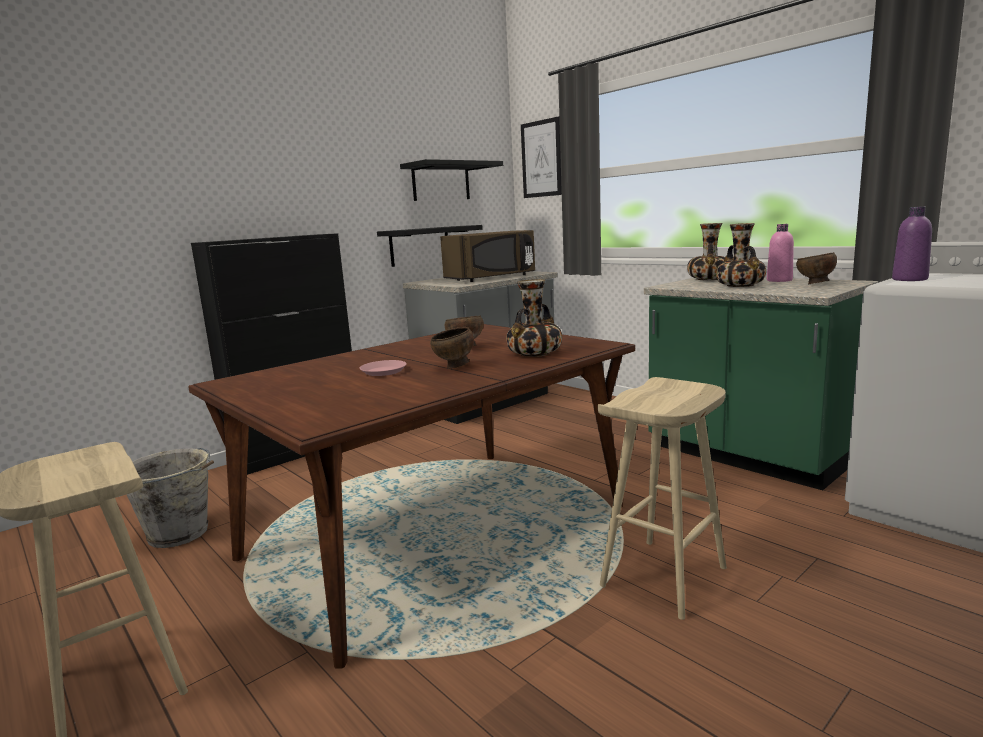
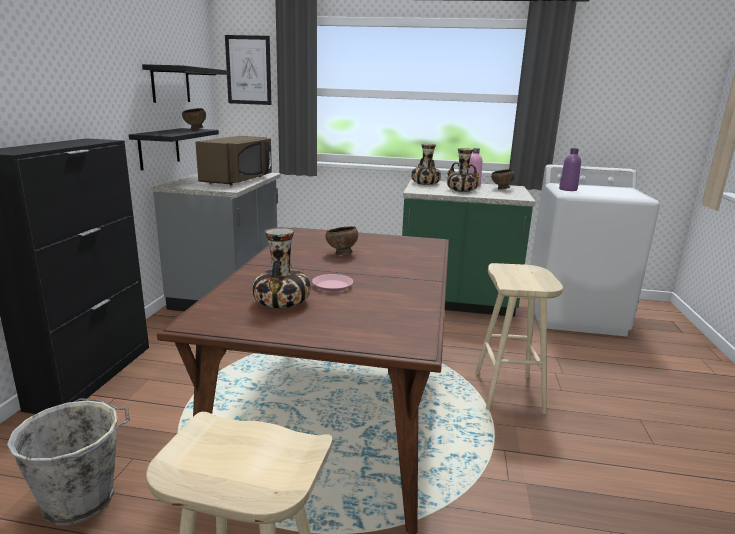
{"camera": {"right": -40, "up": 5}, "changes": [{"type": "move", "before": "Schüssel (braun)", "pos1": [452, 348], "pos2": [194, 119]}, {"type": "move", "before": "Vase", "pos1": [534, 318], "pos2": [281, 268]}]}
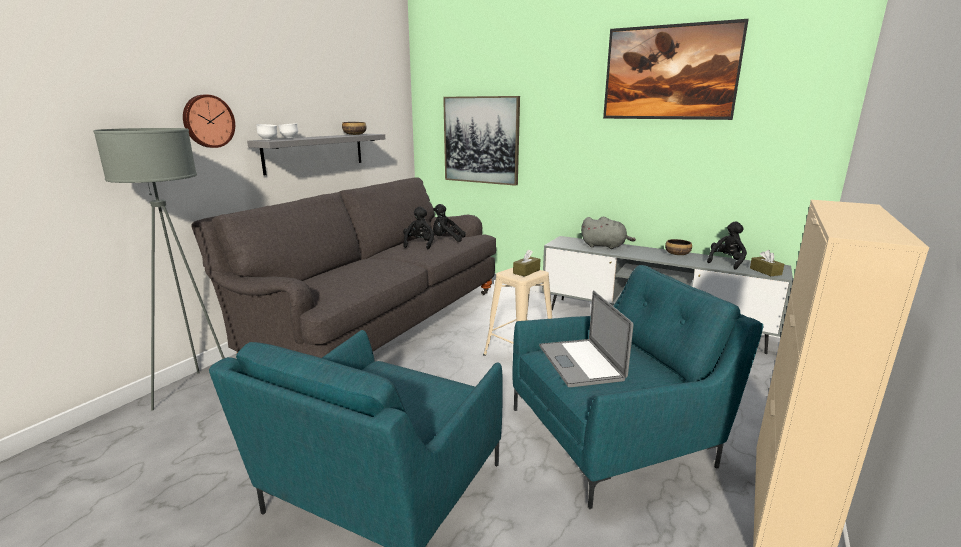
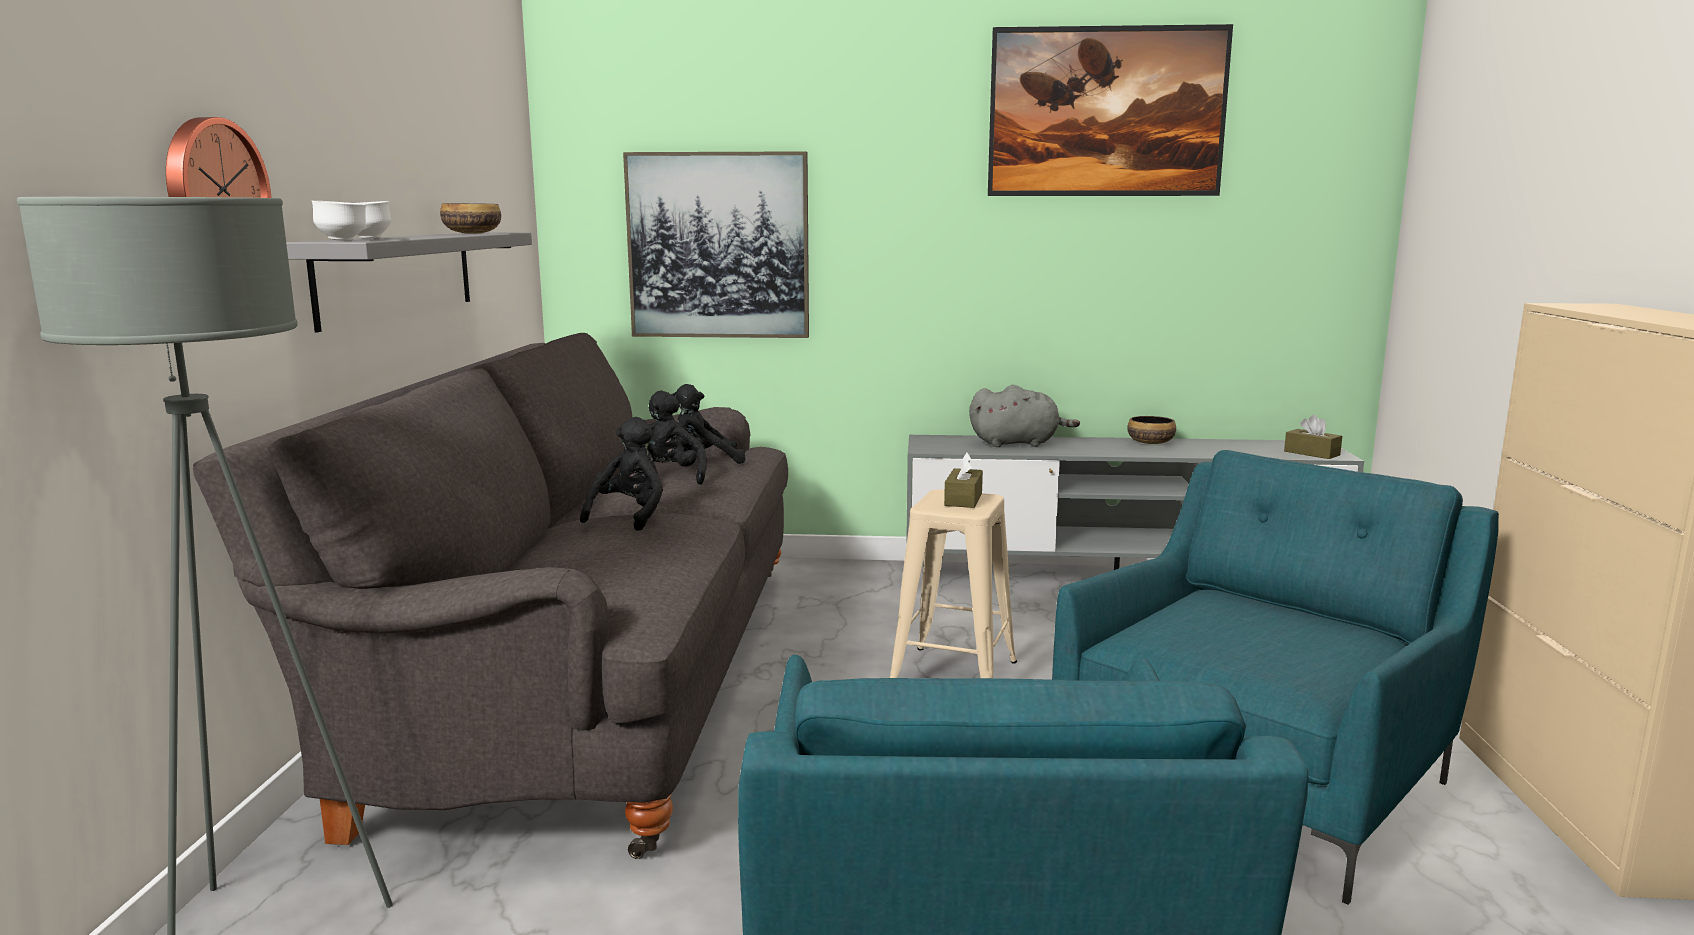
{"camera": {"right": -25, "up": -5}, "changes": [{"type": "move", "before": "Plüschtier (schwarz)", "pos1": [727, 245], "pos2": [621, 474]}, {"type": "delete", "before": "Laptop", "pos1": [586, 338]}]}
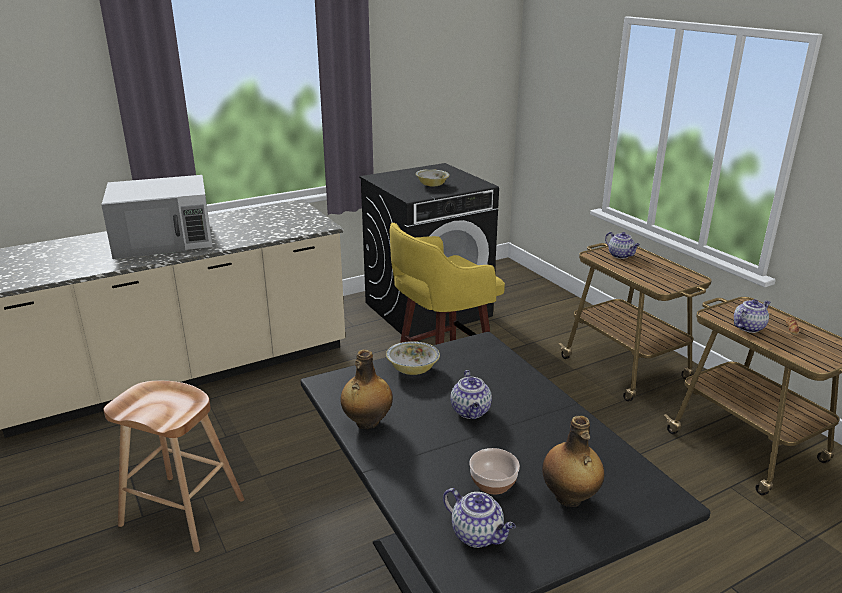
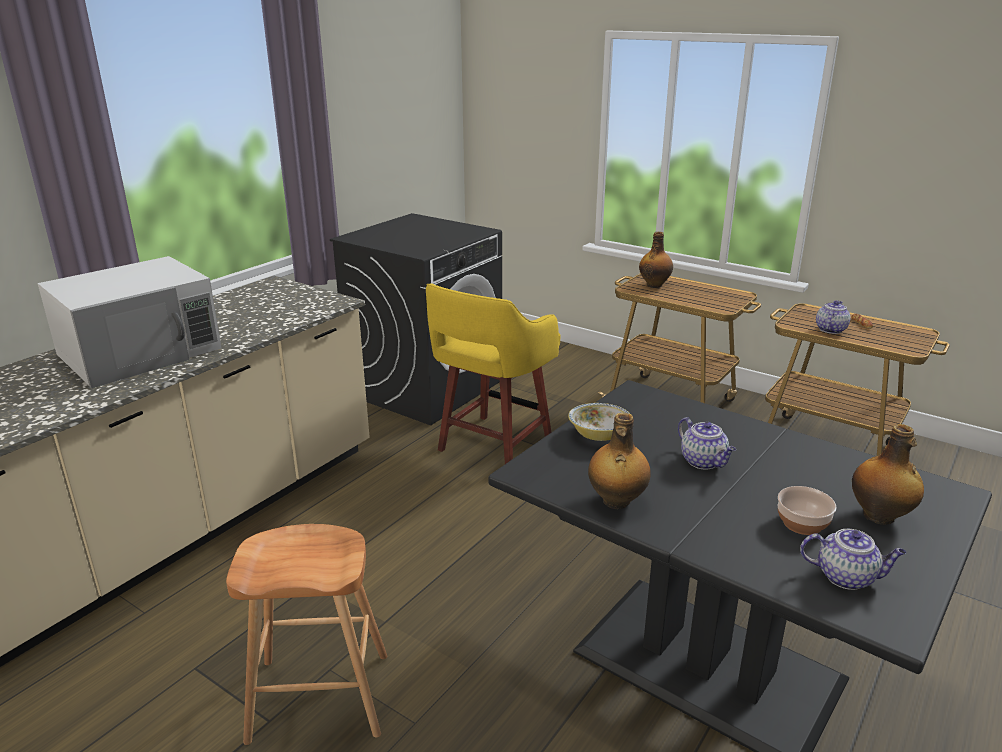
{"camera": {"right": -25, "up": 0}, "changes": [{"type": "replace", "before": "Teekanne", "after": "Flasche", "pos1": [622, 245], "pos2": [656, 260]}, {"type": "delete", "before": "Schüssel", "pos1": [432, 177]}]}
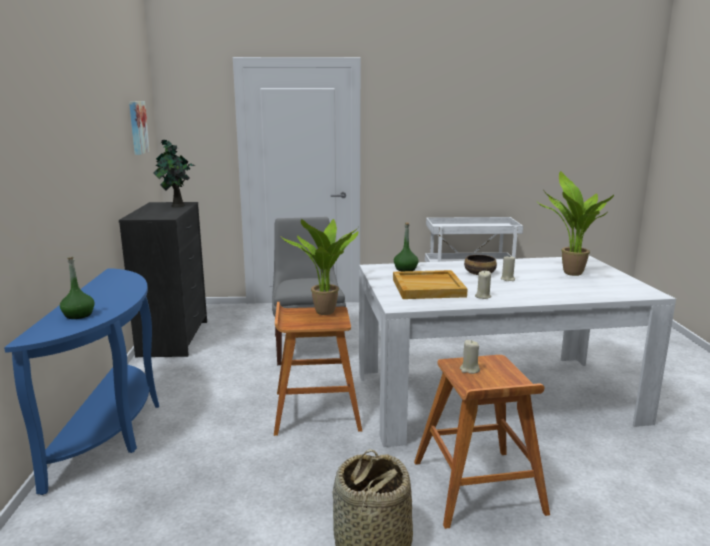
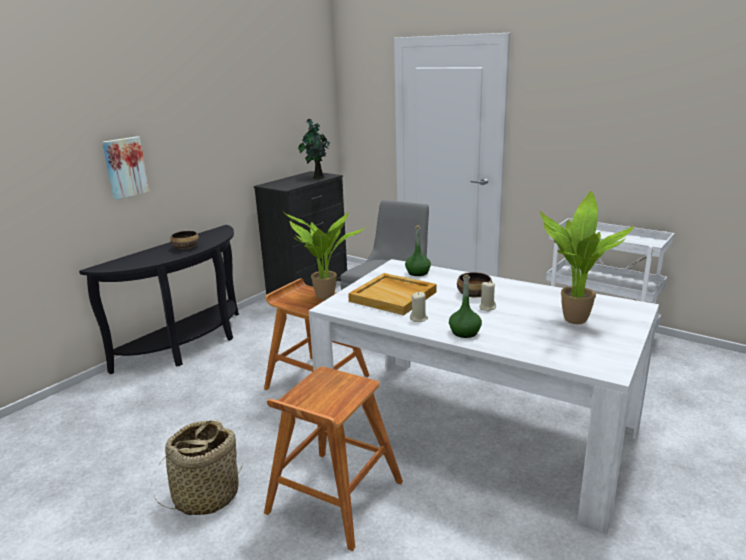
{"camera": {"right": 40, "up": 5}, "changes": [{"type": "recolor", "before": "Konsolentisch (blau)", "after": "Konsolentisch (schwarz)", "pos1": [81, 381], "pos2": [159, 299]}, {"type": "move", "before": "Bild", "pos1": [139, 128], "pos2": [126, 168]}, {"type": "insert", "after": "Schüssel", "pos2": [184, 240]}, {"type": "move", "before": "Flasche (grün)", "pos1": [77, 288], "pos2": [465, 306]}, {"type": "delete", "before": "Kerze (beige)", "pos1": [470, 357]}]}
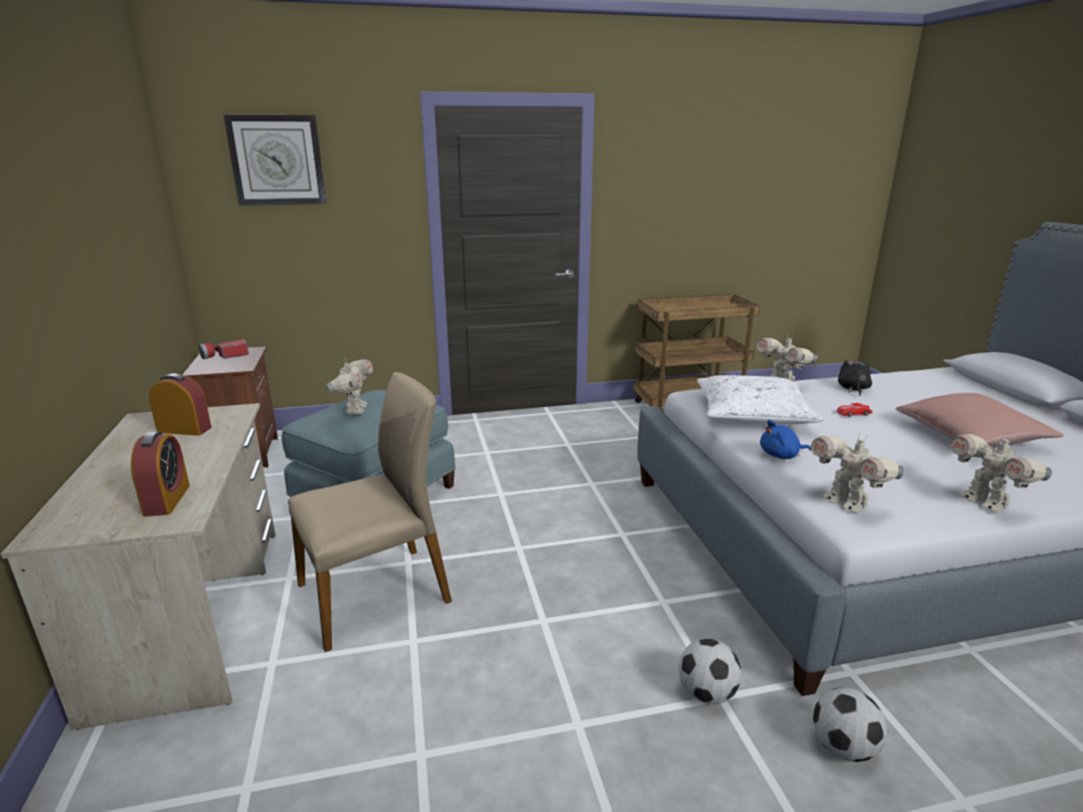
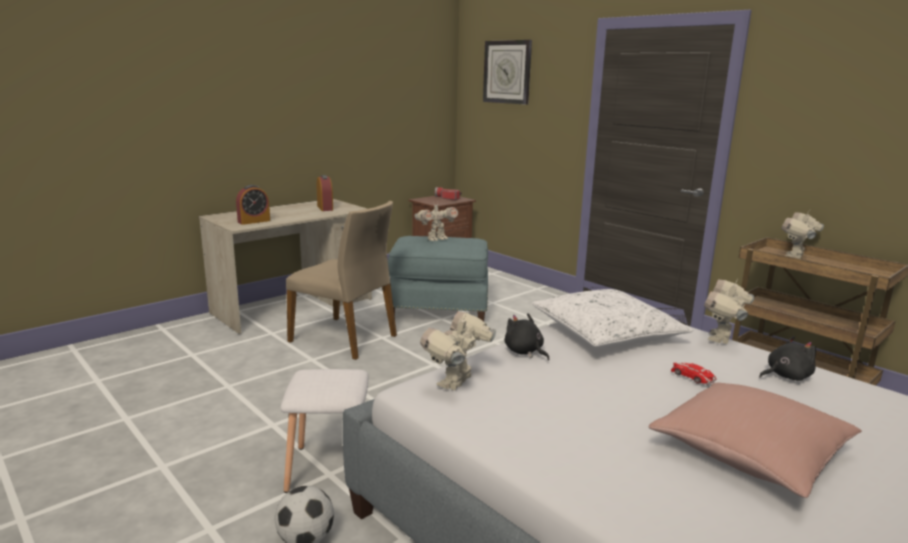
{"camera": {"right": 60, "up": -5}, "changes": [{"type": "replace", "before": "Fußball", "after": "Hocker (weiß)", "pos1": [710, 671], "pos2": [324, 431]}, {"type": "recolor", "before": "Plüschtier (blau)", "after": "Plüschtier (schwarz)", "pos1": [785, 439], "pos2": [526, 337]}, {"type": "move", "before": "Spielzeugroboter", "pos1": [1001, 471], "pos2": [803, 234]}]}
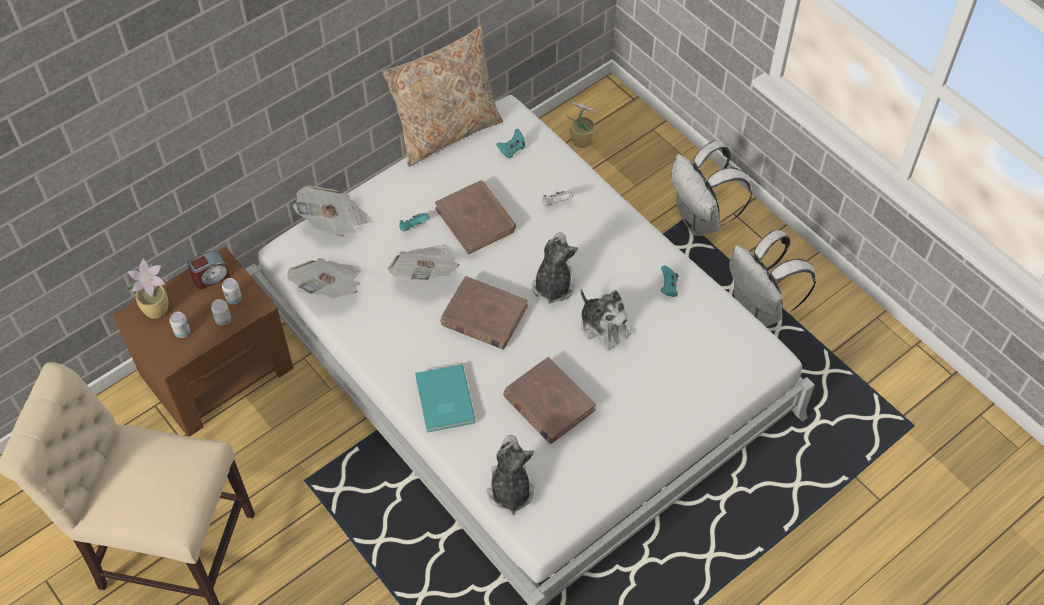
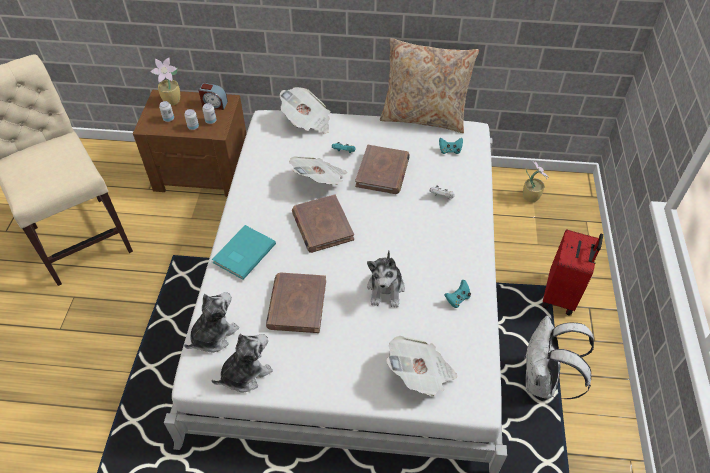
{"camera": {"right": 45, "up": -5}, "changes": [{"type": "move", "before": "Plüschtier", "pos1": [555, 268], "pos2": [242, 362]}, {"type": "move", "before": "Zeitung", "pos1": [324, 278], "pos2": [421, 366]}, {"type": "replace", "before": "Rucksack (weiß)", "after": "Koffer (rot)", "pos1": [712, 188], "pos2": [572, 272]}]}
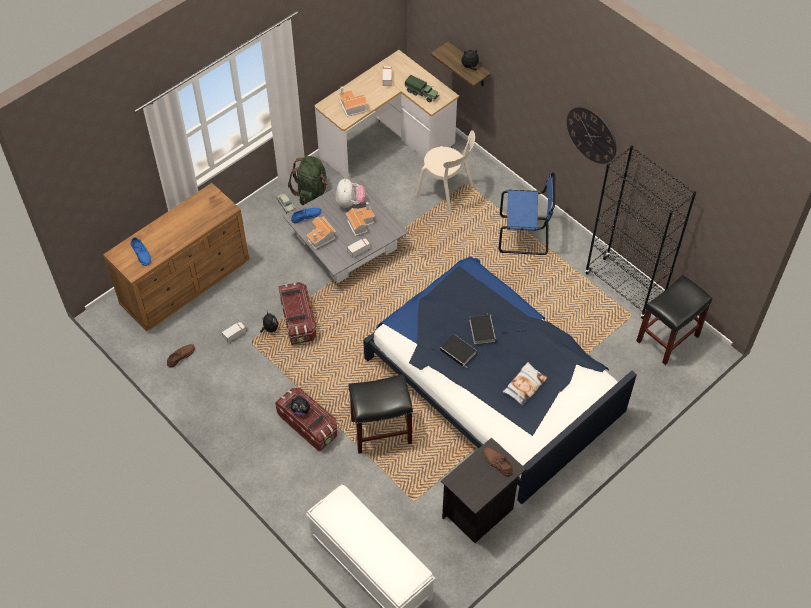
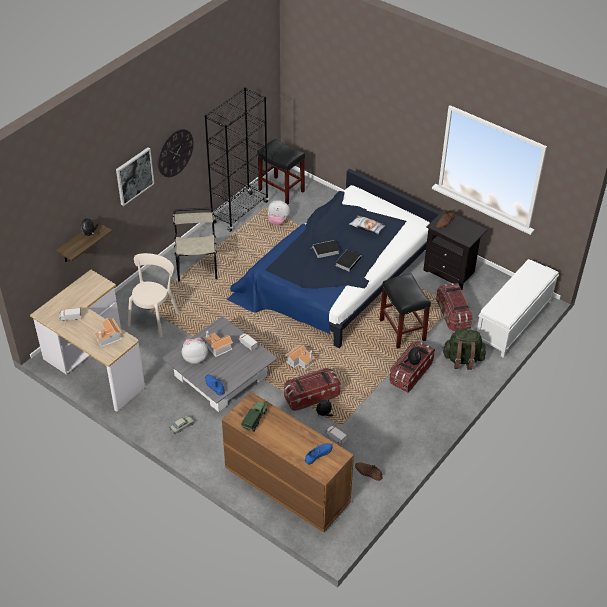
{"camera": {"right": -100, "up": -10}, "changes": [{"type": "insert", "after": "Bild", "pos2": [135, 177]}, {"type": "recolor", "before": "Stuhl (blau)", "after": "Stuhl (beige)", "pos1": [526, 213], "pos2": [195, 245]}, {"type": "move", "before": "Spielzeuglaster", "pos1": [422, 88], "pos2": [254, 417]}, {"type": "insert", "after": "Plüschtier", "pos2": [279, 213]}, {"type": "move", "before": "Spielzeughaus", "pos1": [321, 232], "pos2": [300, 357]}, {"type": "insert", "after": "Aufbewahrungsbox", "pos2": [454, 307]}, {"type": "move", "before": "Rucksack (grün)", "pos1": [308, 180], "pos2": [464, 349]}]}
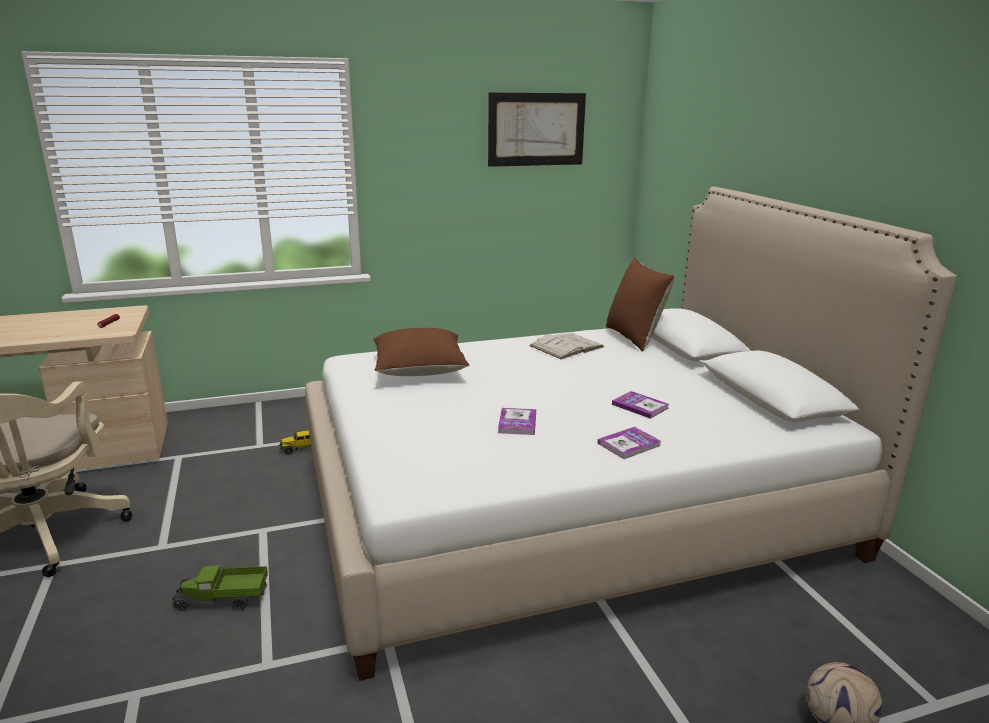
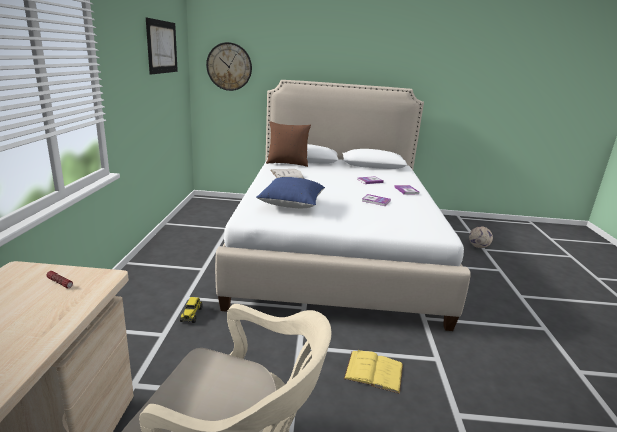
{"camera": {"right": -70, "up": 0}, "changes": [{"type": "insert", "after": "Wanduhr", "pos2": [229, 66]}, {"type": "recolor", "before": "Kissen (braun)", "after": "Kissen (blau)", "pos1": [421, 352], "pos2": [290, 192]}, {"type": "replace", "before": "Spielzeuglaster", "after": "Buch (gelb)", "pos1": [220, 588], "pos2": [373, 372]}]}
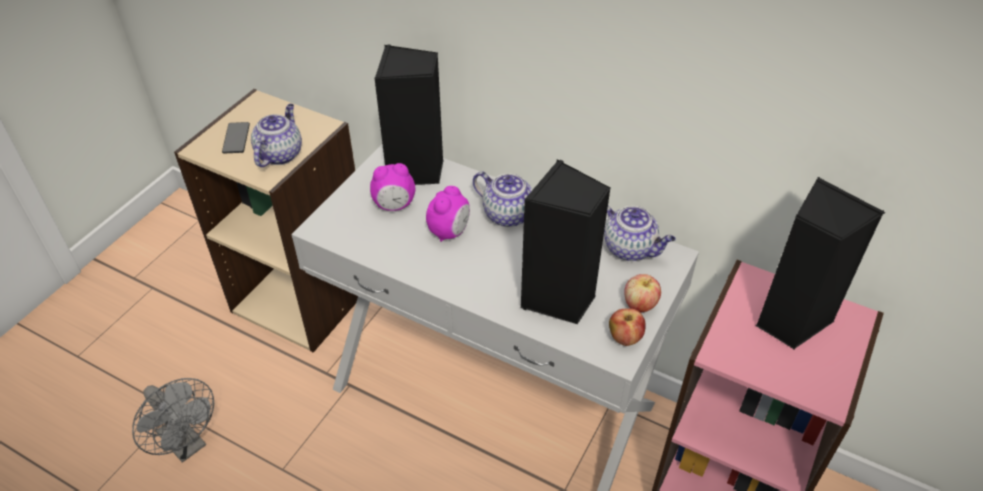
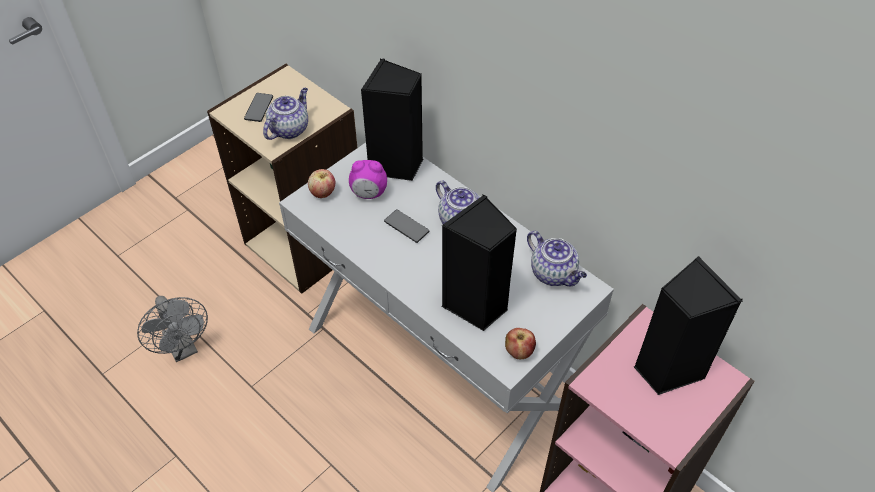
{"camera": {"right": 15, "up": 5}, "changes": [{"type": "move", "before": "Apfel", "pos1": [642, 293], "pos2": [321, 183]}, {"type": "replace", "before": "Wecker", "after": "Handy", "pos1": [448, 214], "pos2": [406, 226]}]}
